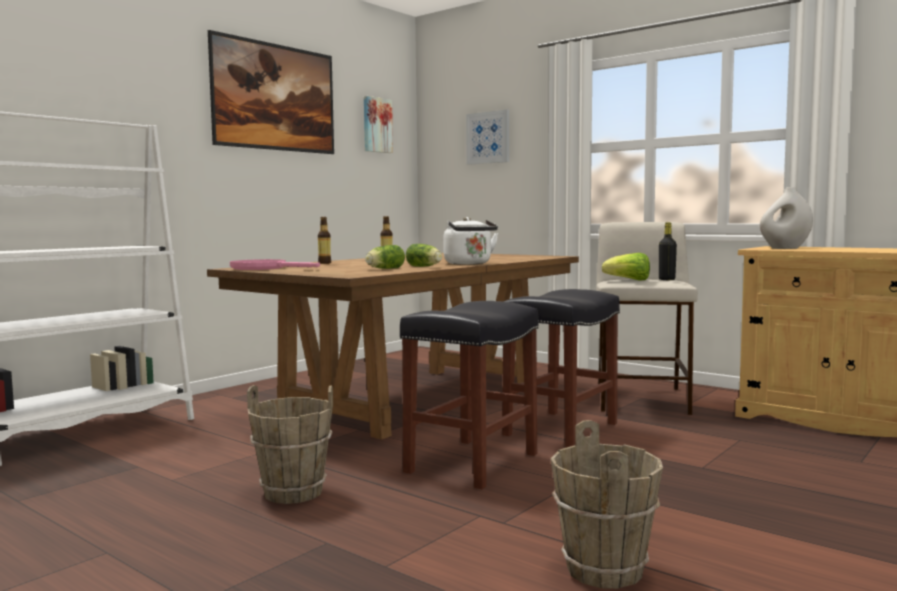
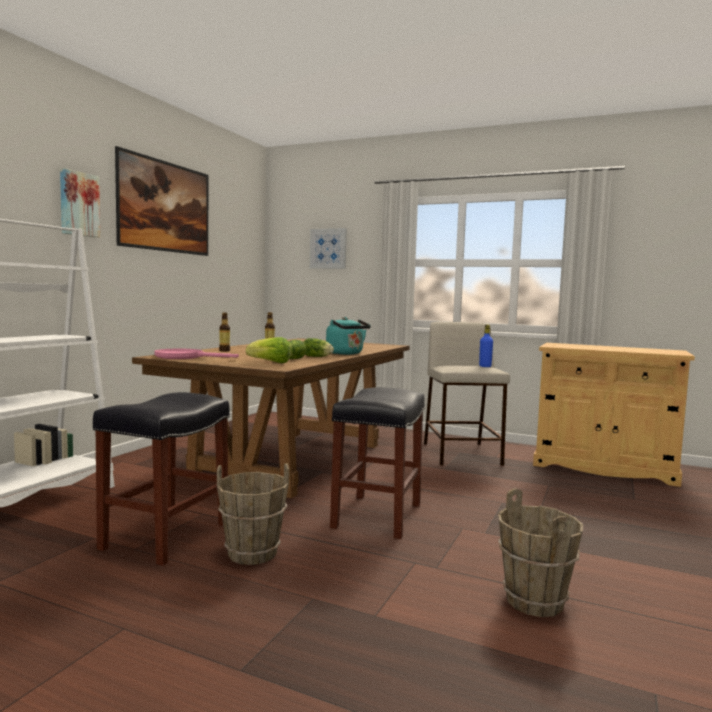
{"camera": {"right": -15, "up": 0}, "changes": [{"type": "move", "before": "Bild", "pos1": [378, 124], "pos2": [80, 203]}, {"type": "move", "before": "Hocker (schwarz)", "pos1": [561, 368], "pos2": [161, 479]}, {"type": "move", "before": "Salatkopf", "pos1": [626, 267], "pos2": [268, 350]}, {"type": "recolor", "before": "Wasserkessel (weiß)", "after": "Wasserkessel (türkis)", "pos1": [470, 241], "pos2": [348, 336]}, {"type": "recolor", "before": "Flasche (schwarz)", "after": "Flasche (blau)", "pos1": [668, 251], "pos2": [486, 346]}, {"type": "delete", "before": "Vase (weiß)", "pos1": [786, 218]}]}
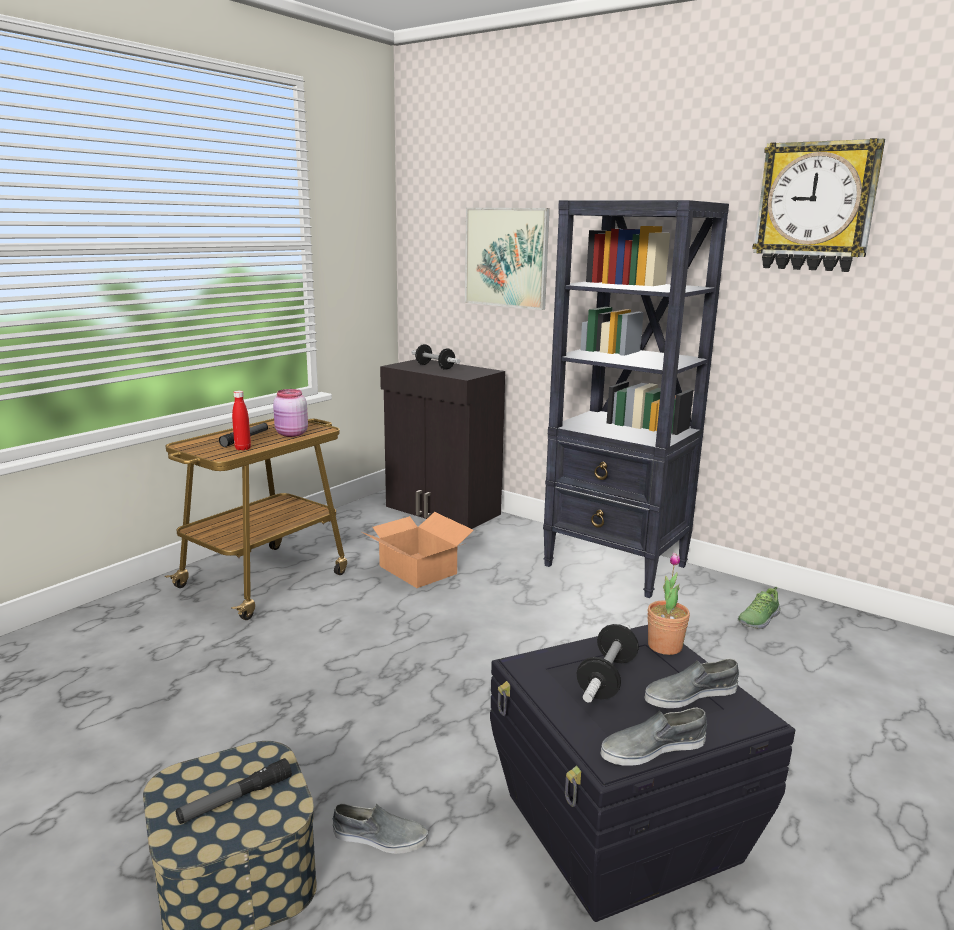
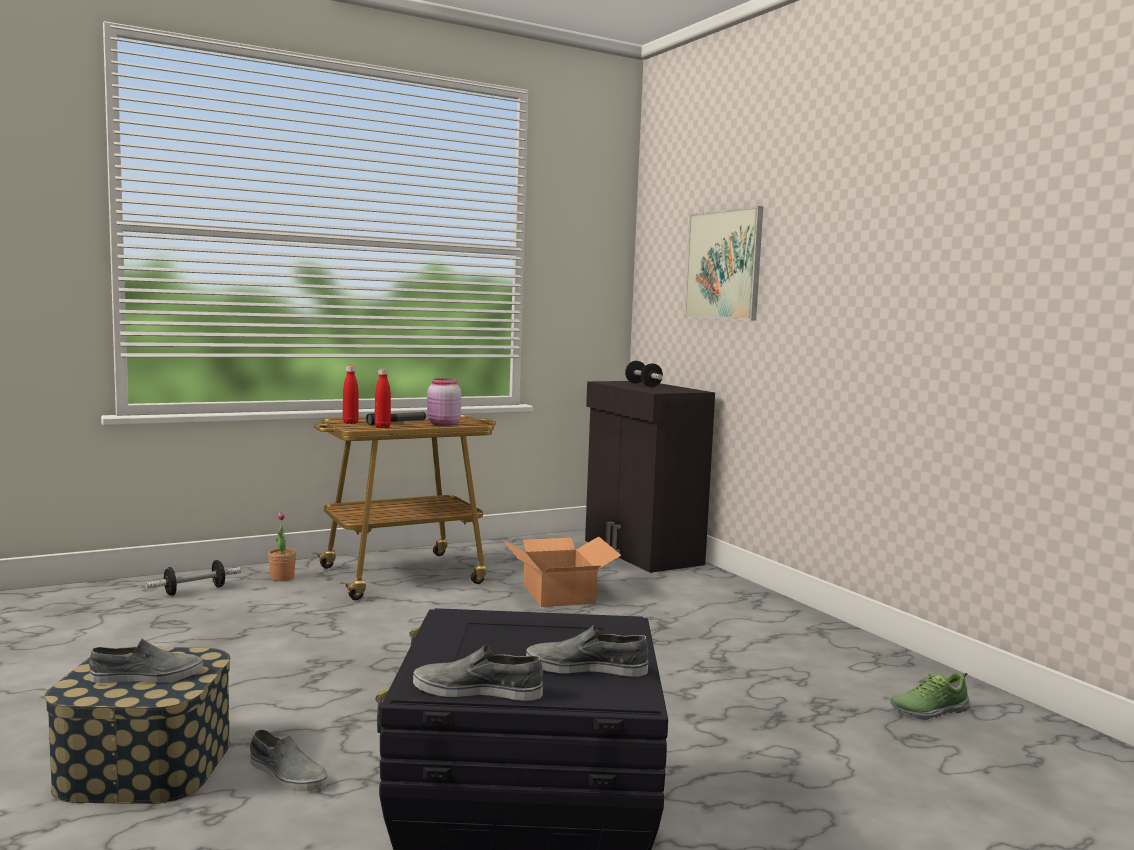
{"camera": {"right": 25, "up": -10}, "changes": [{"type": "replace", "before": "Taschenlampe", "after": "Schuh (grau)", "pos1": [234, 791], "pos2": [146, 661]}, {"type": "move", "before": "Hantel", "pos1": [608, 663], "pos2": [193, 578]}, {"type": "move", "before": "Topfpflanze", "pos1": [669, 604], "pos2": [282, 546]}, {"type": "insert", "after": "Flasche (rot)", "pos2": [351, 395]}, {"type": "delete", "before": "Bücherregal (schwarz)", "pos1": [636, 399]}, {"type": "delete", "before": "Wanduhr", "pos1": [818, 205]}]}
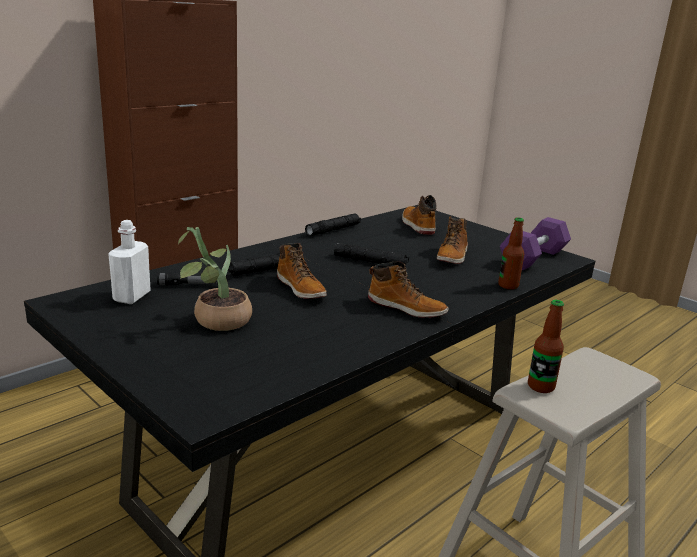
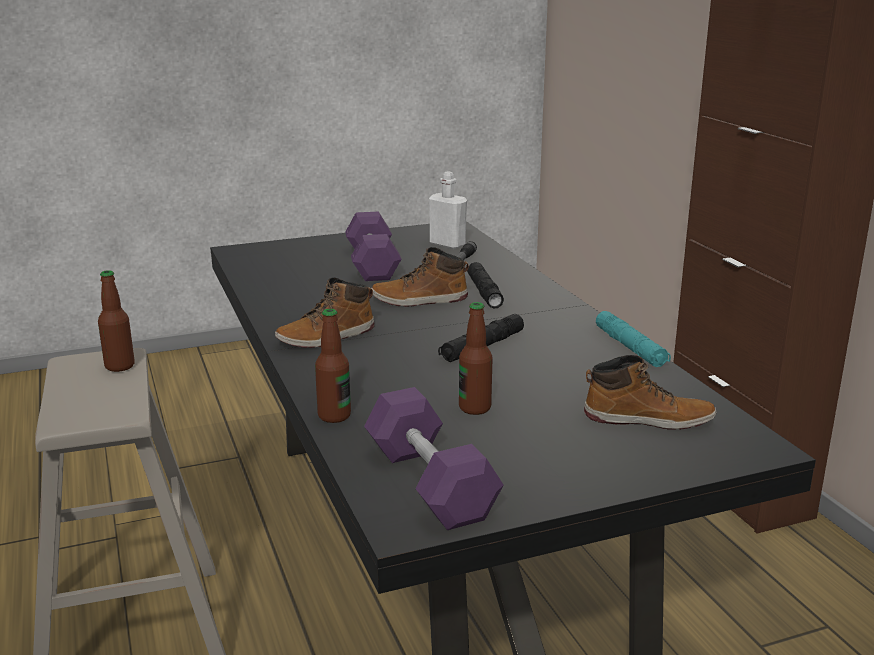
{"camera": {"right": 115, "up": 0}, "changes": [{"type": "replace", "before": "Topfpflanze", "after": "Hantel (lila)", "pos1": [215, 279], "pos2": [373, 246]}, {"type": "replace", "before": "Stiefel", "after": "Flasche", "pos1": [452, 240], "pos2": [475, 358]}, {"type": "recolor", "before": "Taschenlampe (schwarz)", "after": "Taschenlampe (türkis)", "pos1": [333, 225], "pos2": [633, 339]}]}
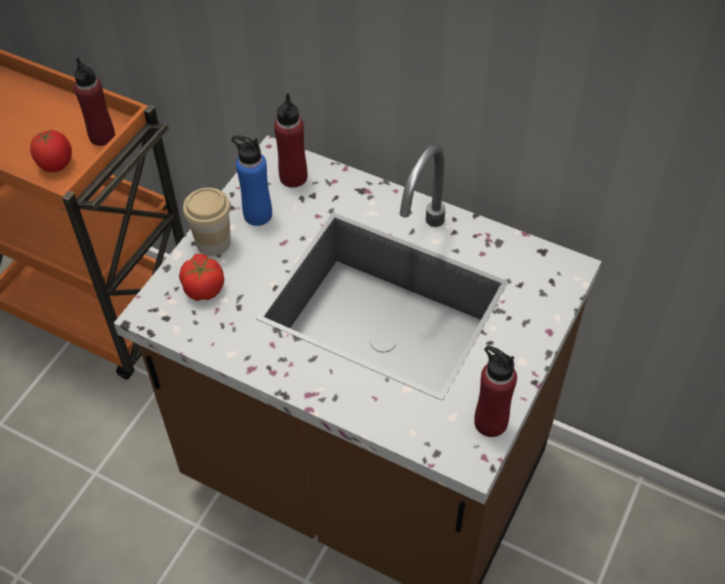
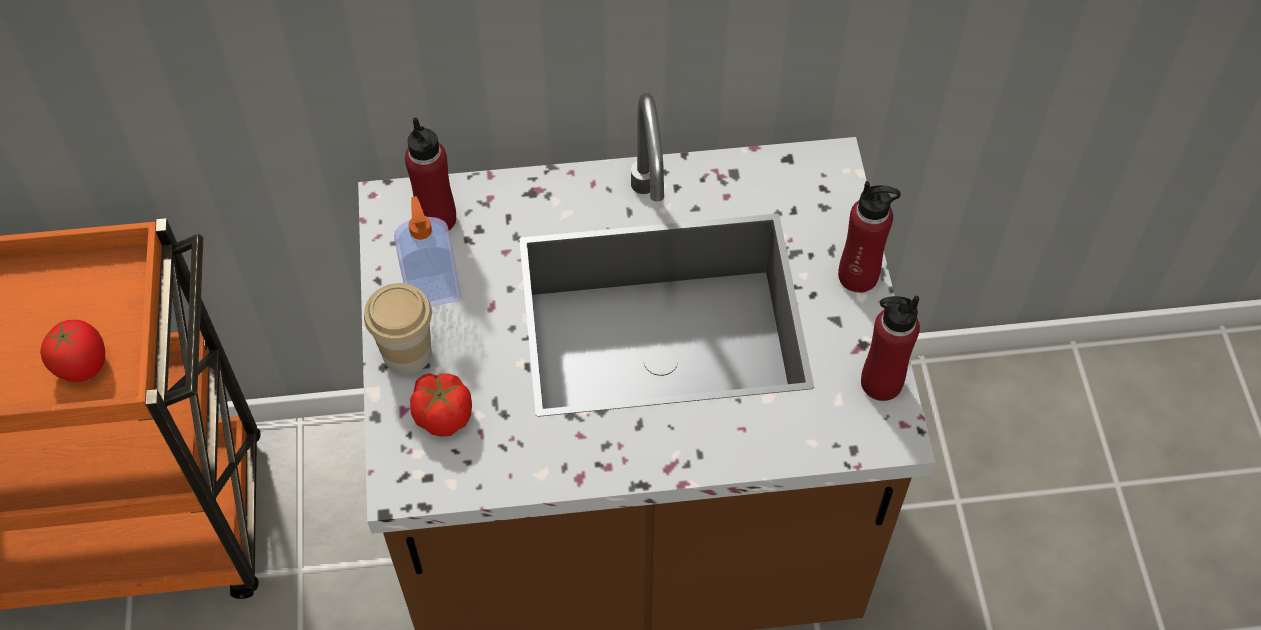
{"camera": {"right": -35, "up": 5}, "changes": [{"type": "replace", "before": "Flasche (blau)", "after": "Seifenspender", "pos1": [252, 180], "pos2": [427, 251]}, {"type": "move", "before": "Flasche (rot)", "pos1": [94, 102], "pos2": [869, 237]}]}
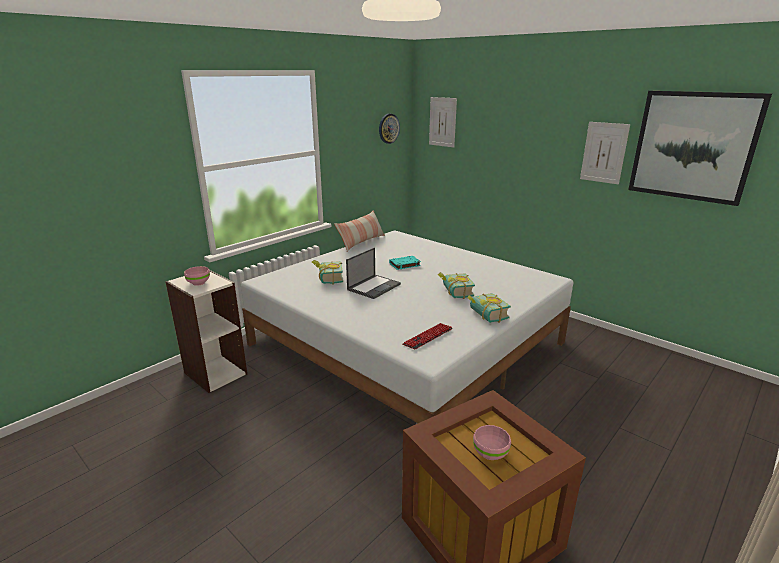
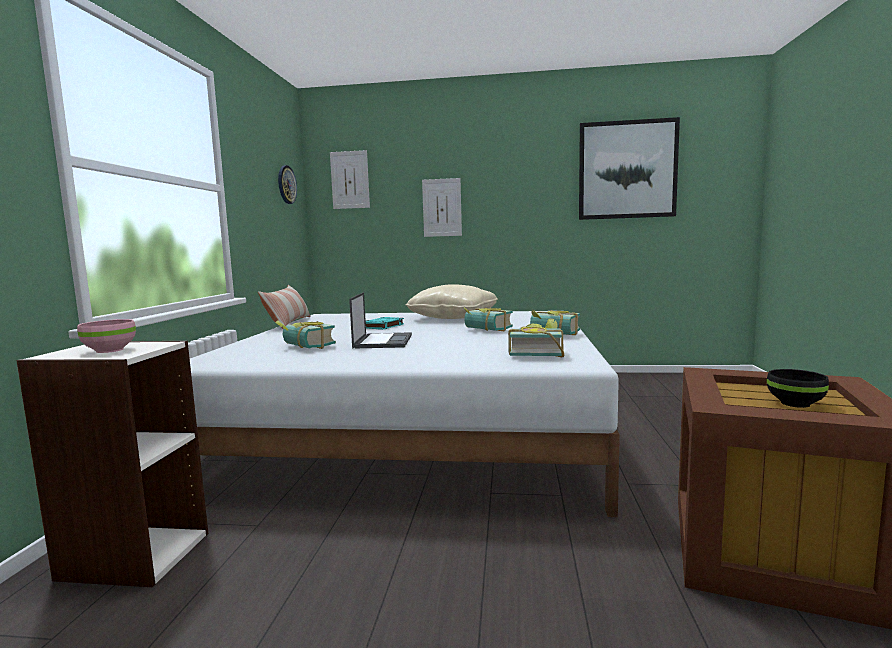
{"camera": {"right": -35, "up": -15}, "changes": [{"type": "insert", "after": "Kissen (beige)", "pos2": [452, 301]}, {"type": "move", "before": "Bild", "pos1": [605, 153], "pos2": [442, 207]}, {"type": "replace", "before": "Tastatur", "after": "Buch", "pos1": [428, 336], "pos2": [536, 338]}, {"type": "recolor", "before": "Schüssel (rosa)", "after": "Schüssel (schwarz)", "pos1": [492, 442], "pos2": [798, 388]}]}
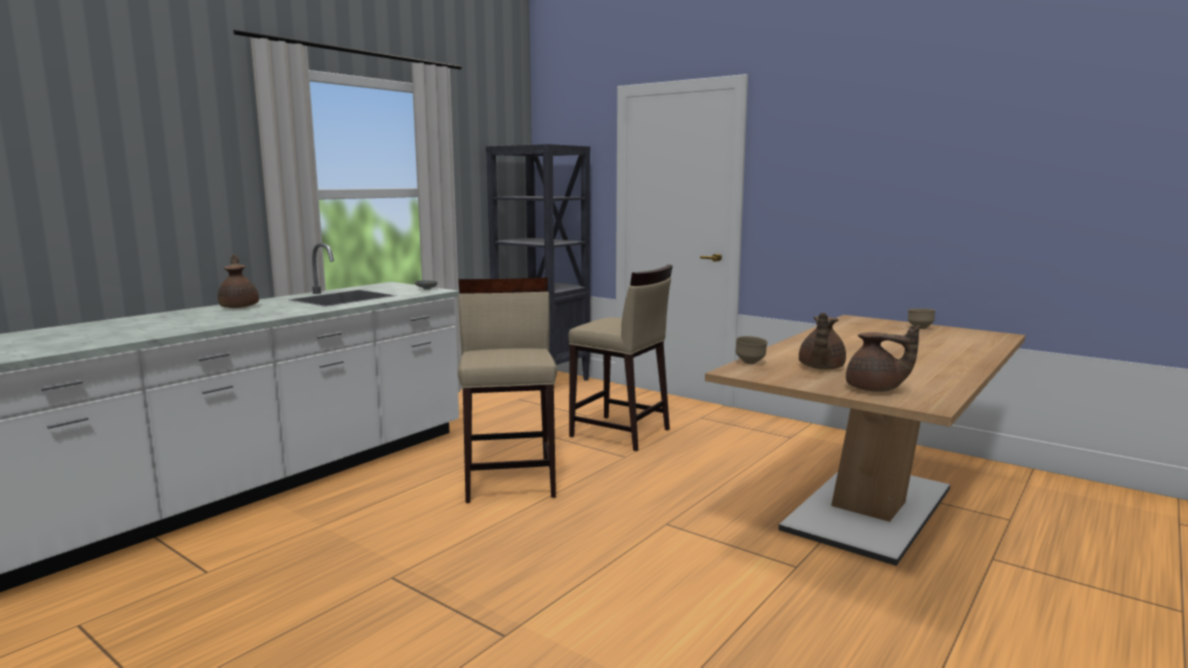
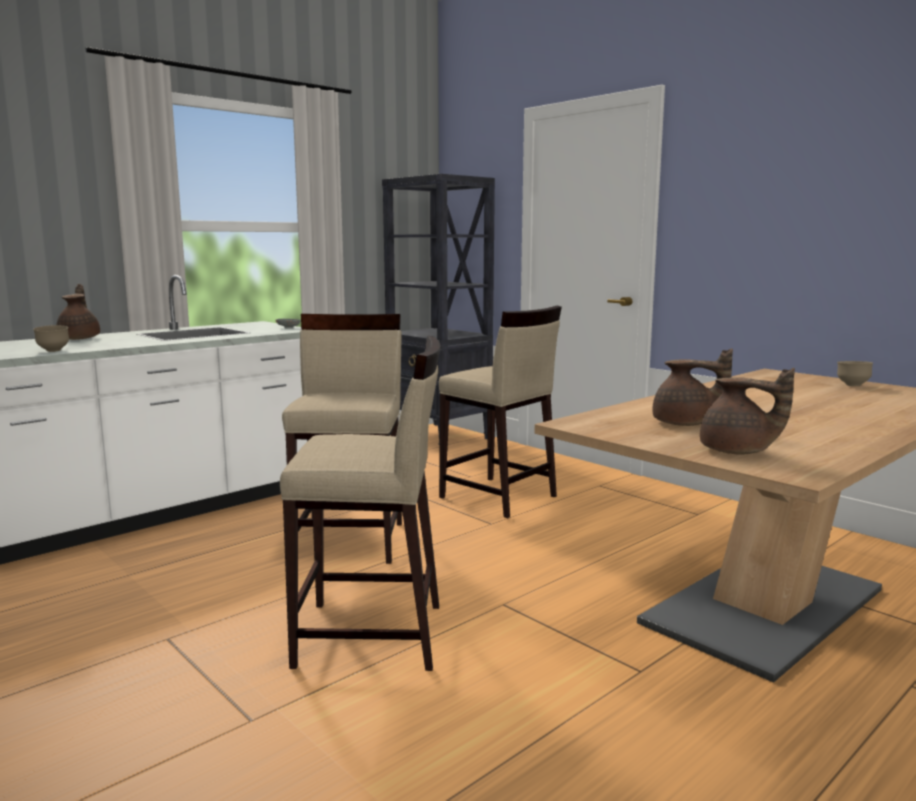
{"camera": {"right": 10, "up": 0}, "changes": [{"type": "move", "before": "Schüssel (braun)", "pos1": [752, 350], "pos2": [51, 338]}, {"type": "insert", "after": "Hocker (beige)", "pos2": [360, 503]}, {"type": "rotate", "before": "Teekanne (braun)", "pos1": [822, 341], "pos2": [692, 387], "turn": -105}]}
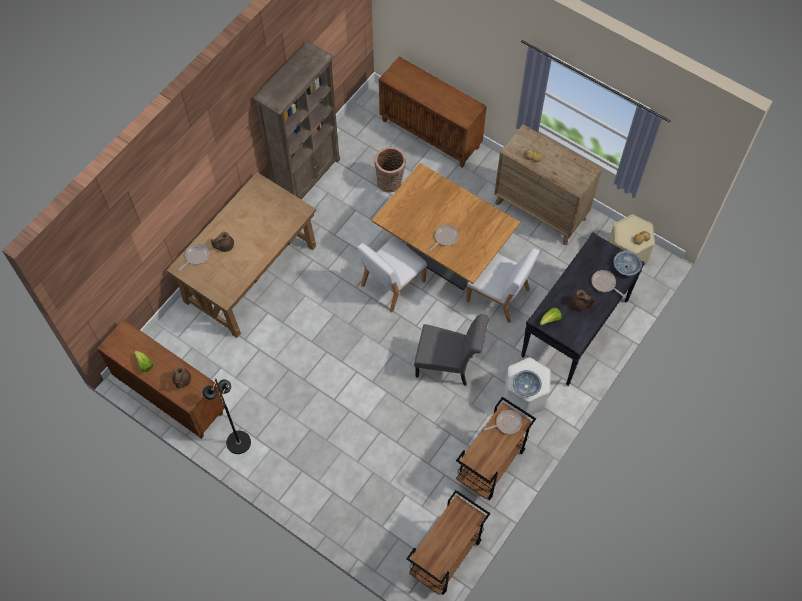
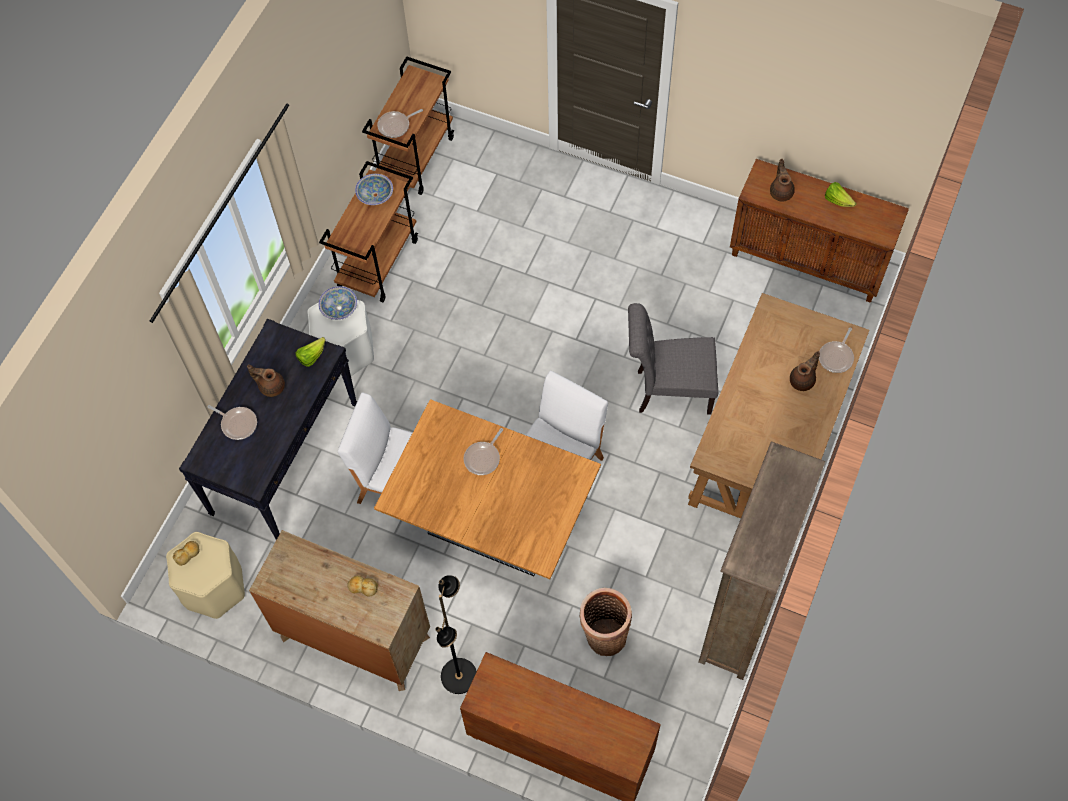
{"camera": {"right": 170, "up": 0}, "changes": [{"type": "move", "before": "Schüssel", "pos1": [628, 263], "pos2": [374, 189]}, {"type": "move", "before": "Pfanne", "pos1": [503, 422], "pos2": [400, 123]}, {"type": "move", "before": "Stehlampe (schwarz)", "pos1": [226, 416], "pos2": [456, 634]}, {"type": "move", "before": "Stuhl (grau)", "pos1": [451, 350], "pos2": [673, 359]}]}
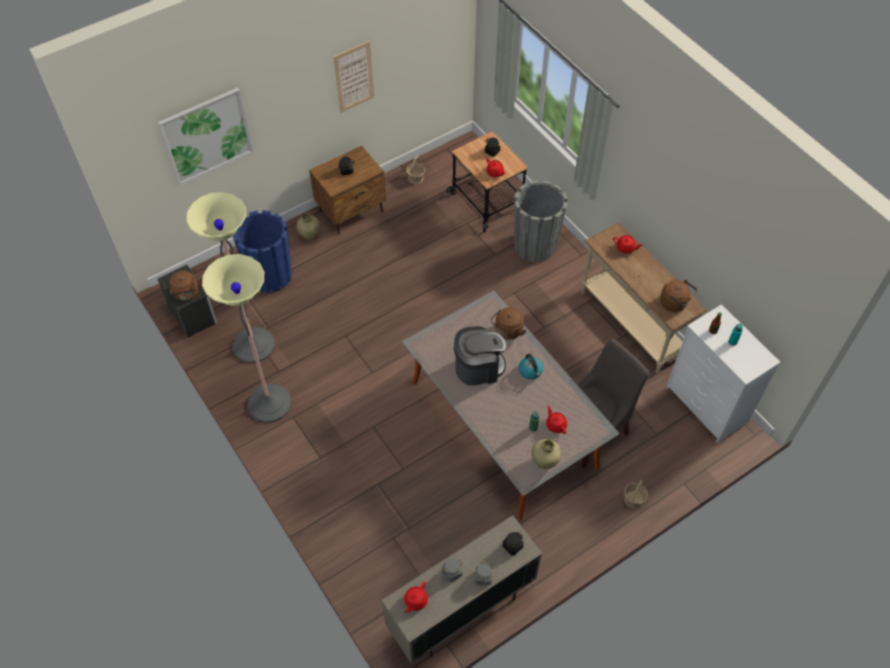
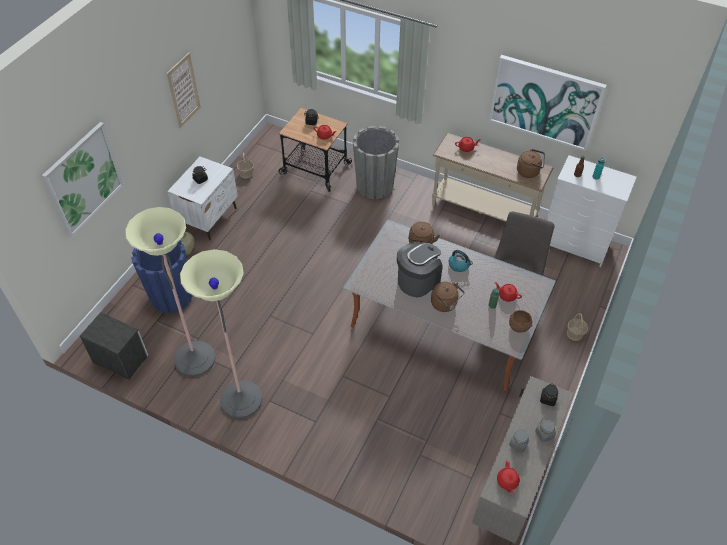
{"camera": {"right": -30, "up": -5}, "changes": [{"type": "recolor", "before": "Nachttisch (braun)", "after": "Nachttisch (weiß)", "pos1": [347, 190], "pos2": [202, 198]}, {"type": "move", "before": "Wasserkessel (braun)", "pos1": [185, 286], "pos2": [447, 297]}, {"type": "insert", "after": "Bild", "pos2": [548, 103]}, {"type": "replace", "before": "Vase (beige)", "after": "Schüssel (braun)", "pos1": [546, 454], "pos2": [521, 321]}]}
